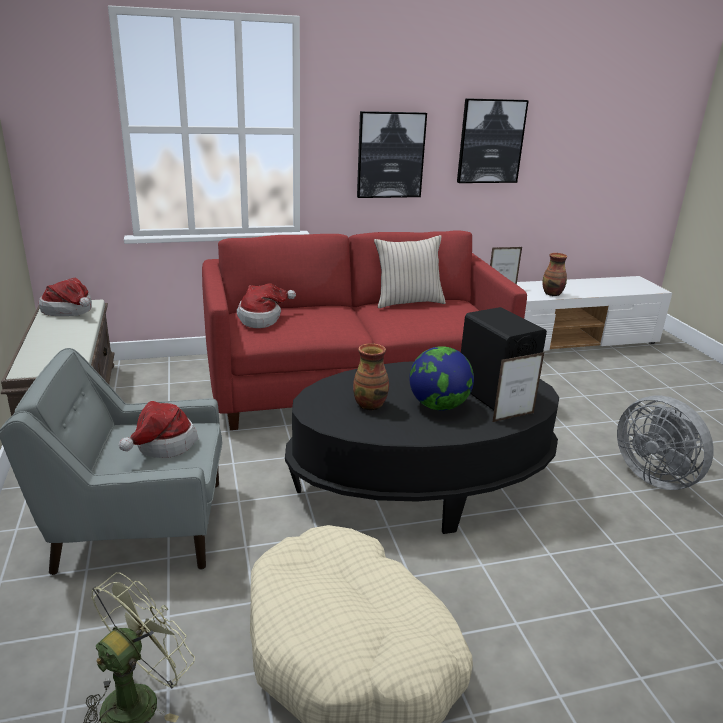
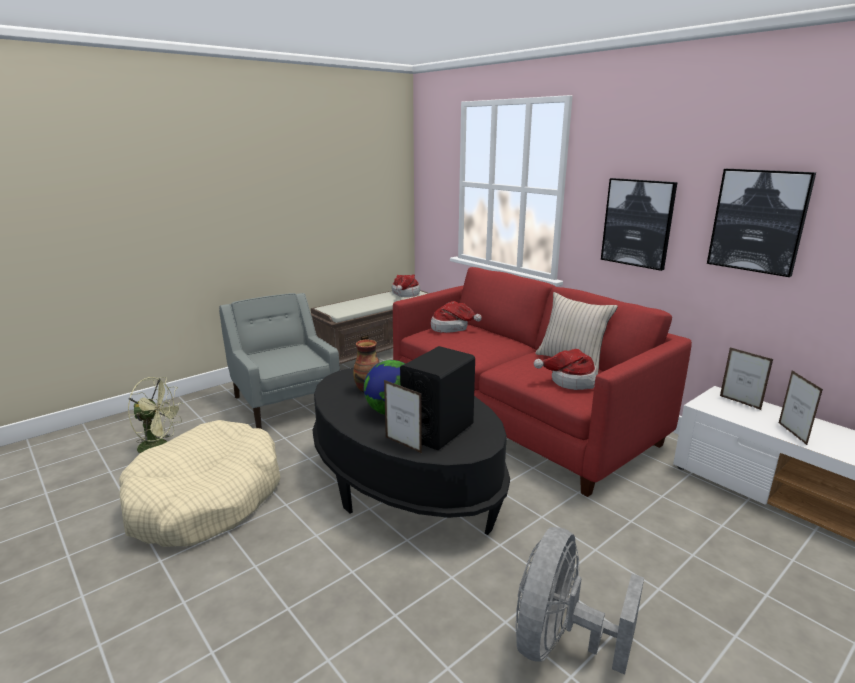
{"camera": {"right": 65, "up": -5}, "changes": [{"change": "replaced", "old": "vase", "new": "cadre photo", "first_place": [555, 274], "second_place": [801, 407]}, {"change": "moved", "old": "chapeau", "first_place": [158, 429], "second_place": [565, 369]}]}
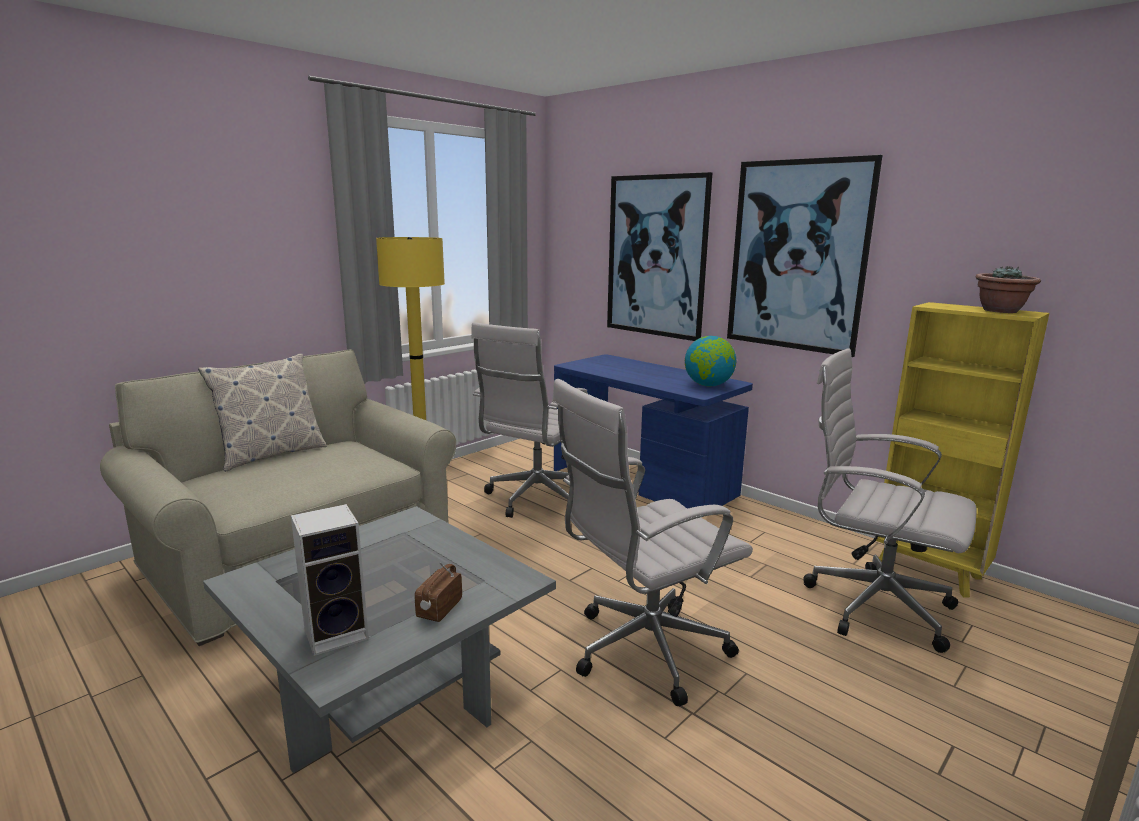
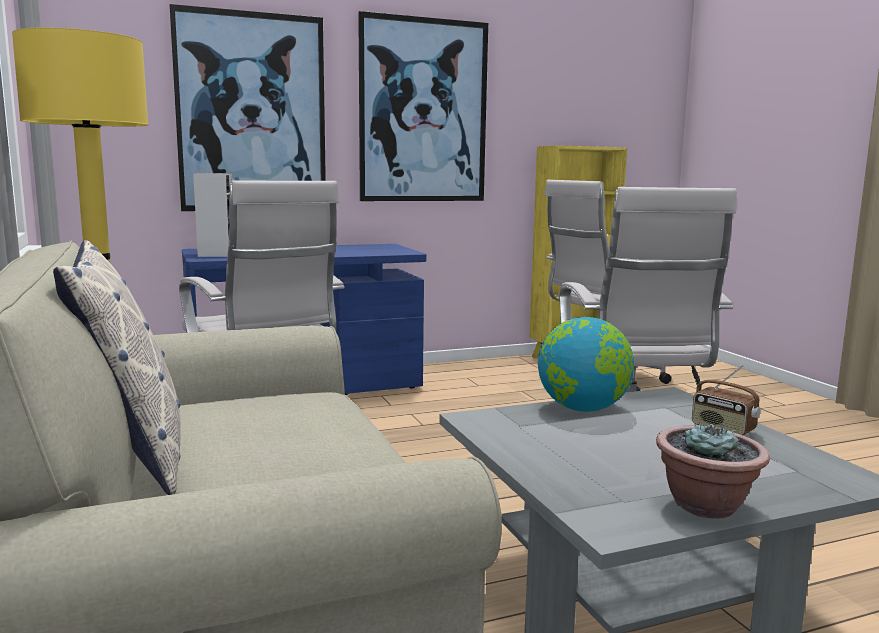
{"camera": {"right": -65, "up": -5}, "changes": [{"change": "moved", "old": "plante en pot", "first_place": [1008, 289], "second_place": [713, 470]}, {"change": "moved", "old": "globe", "first_place": [710, 361], "second_place": [586, 364]}, {"change": "moved", "old": "enceinte", "first_place": [330, 580], "second_place": [212, 215]}]}
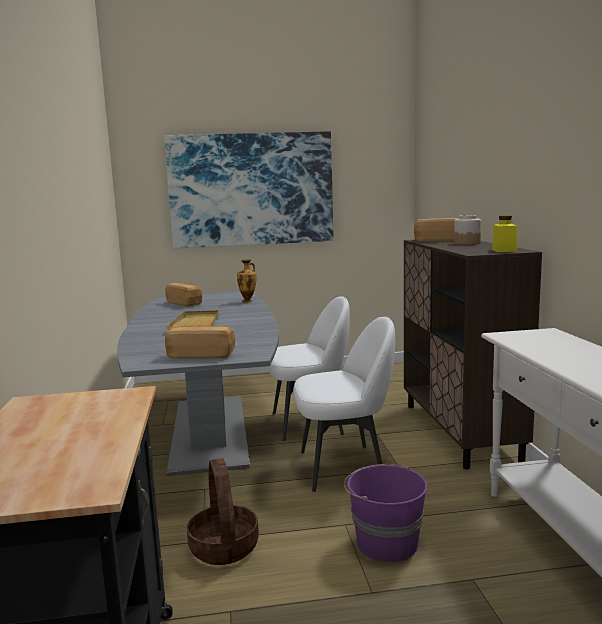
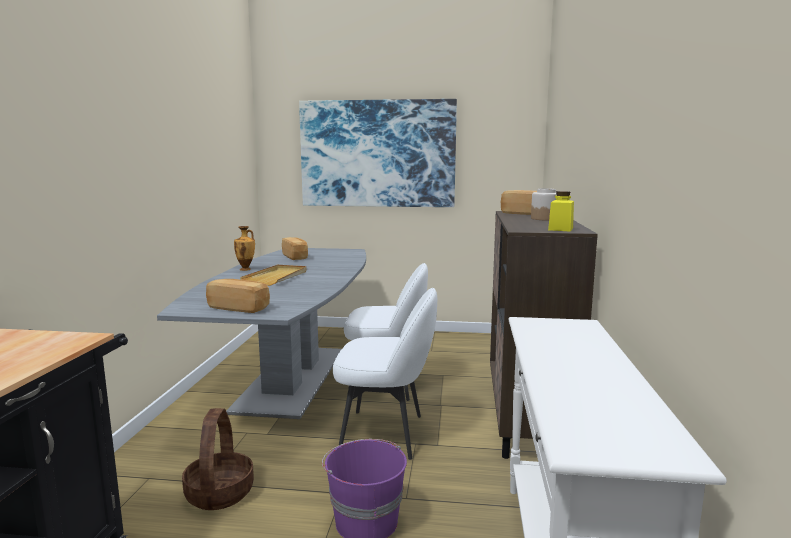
{"camera": {"right": 15, "up": 0}, "changes": [{"change": "moved", "old": "vase", "first_place": [247, 280], "second_place": [244, 248]}]}
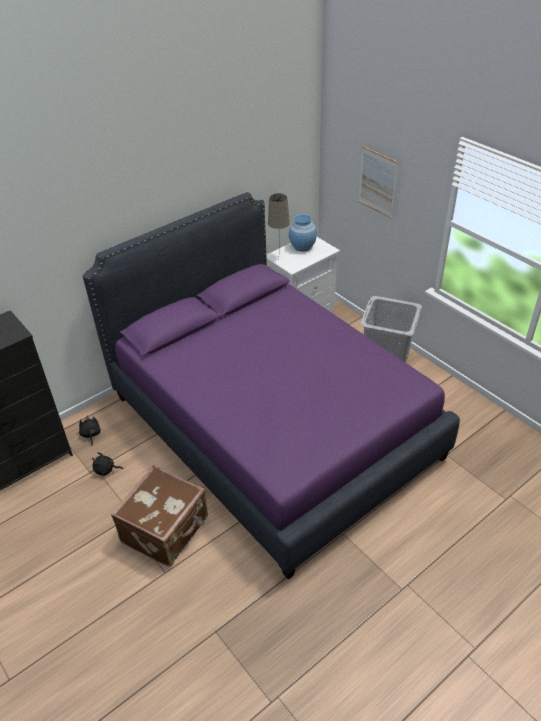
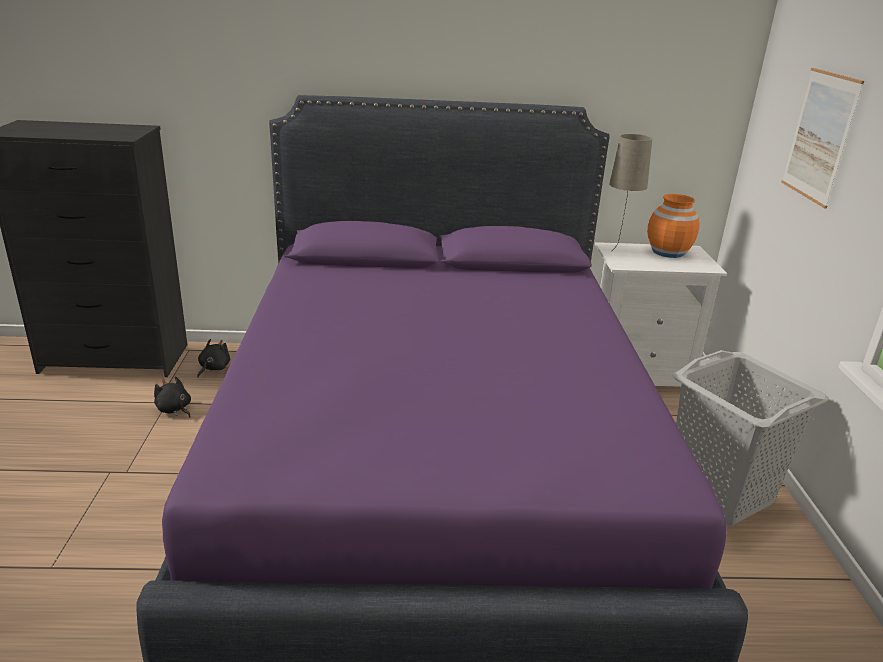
{"camera": {"right": 35, "up": -15}, "changes": [{"change": "recoloured", "old": "vase (bleu)", "new": "vase (orange)", "first_place": [303, 232], "second_place": [673, 226]}, {"change": "removed", "old": "valise (marron)", "first_place": [159, 516]}]}
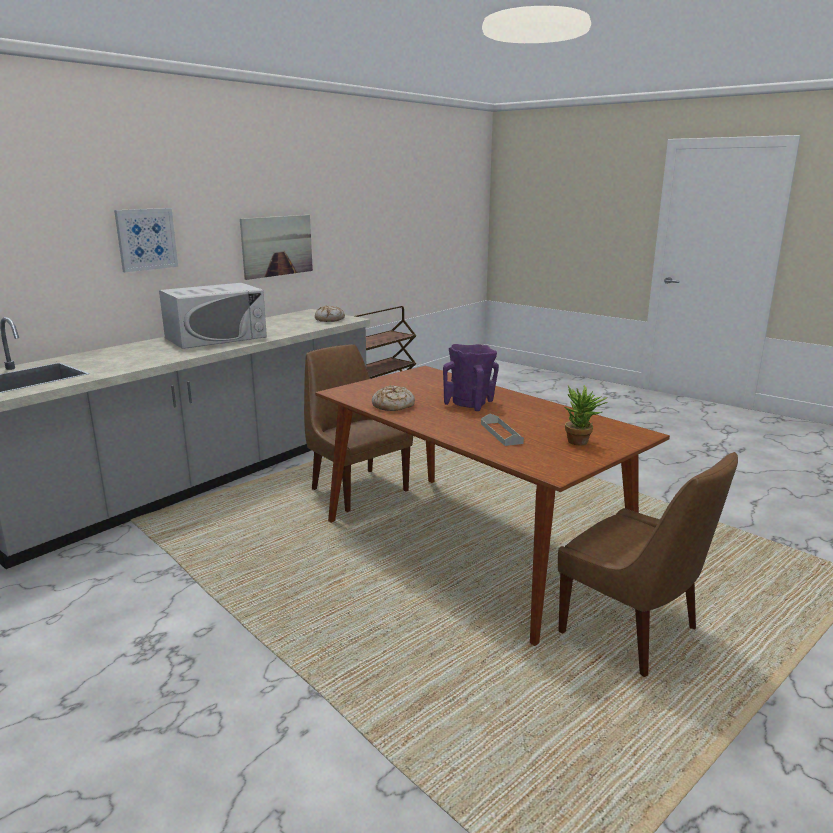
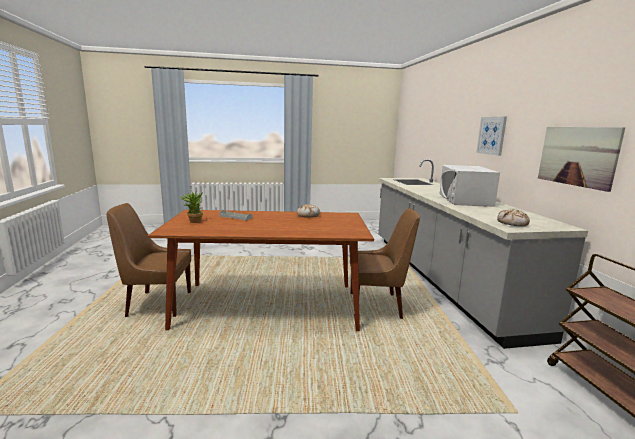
{"camera": {"right": 130, "up": -5}, "changes": [{"change": "removed", "old": "vase (violet)", "first_place": [471, 377]}]}
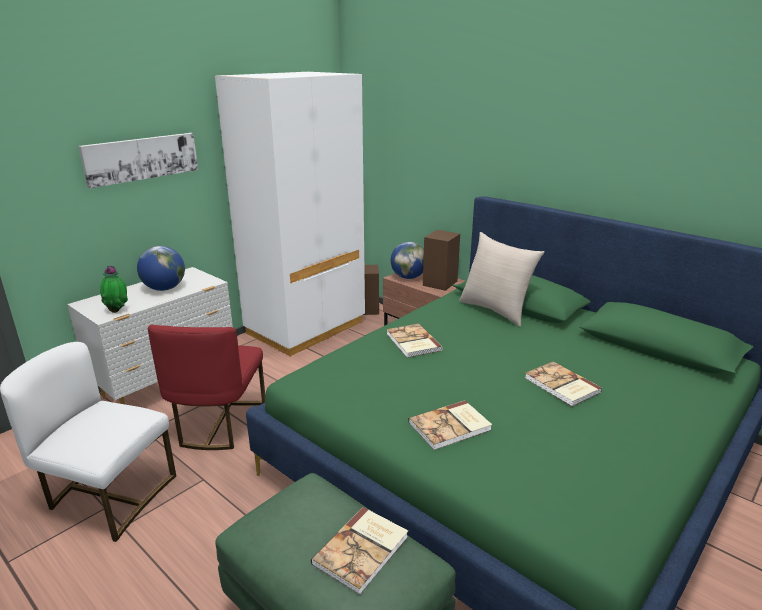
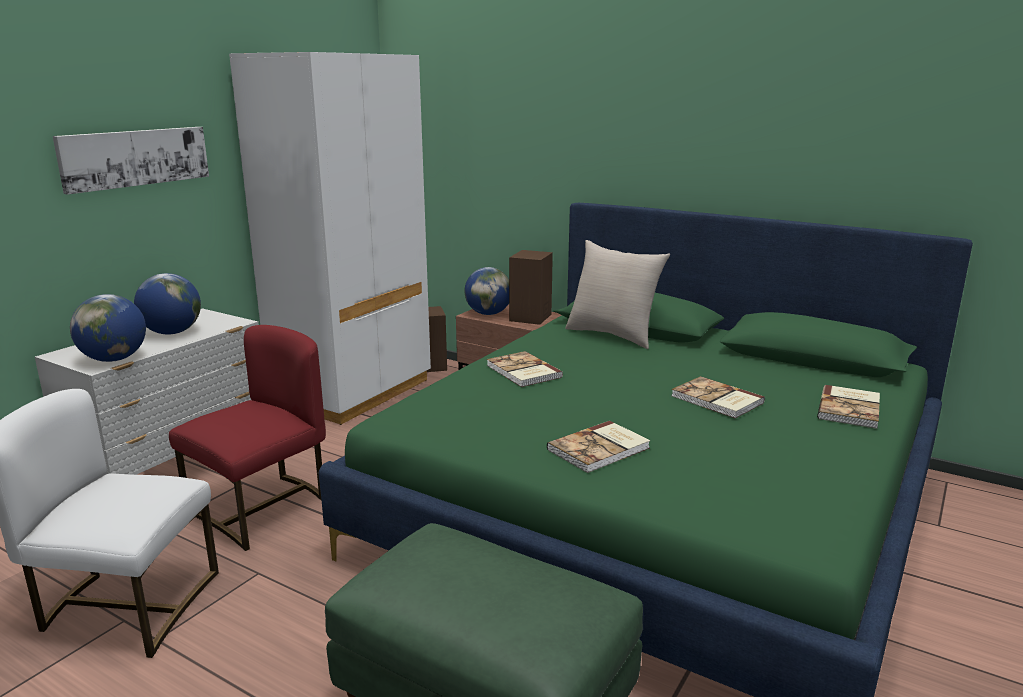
{"camera": {"right": -10, "up": -5}, "changes": [{"change": "replaced", "old": "plante en pot", "new": "globe", "first_place": [114, 289], "second_place": [108, 328]}, {"change": "turned", "old": "chaise (rouge)", "first_place": [206, 387], "second_place": [247, 438], "degrees": -135}, {"change": "moved", "old": "livre", "first_place": [359, 551], "second_place": [848, 407]}]}
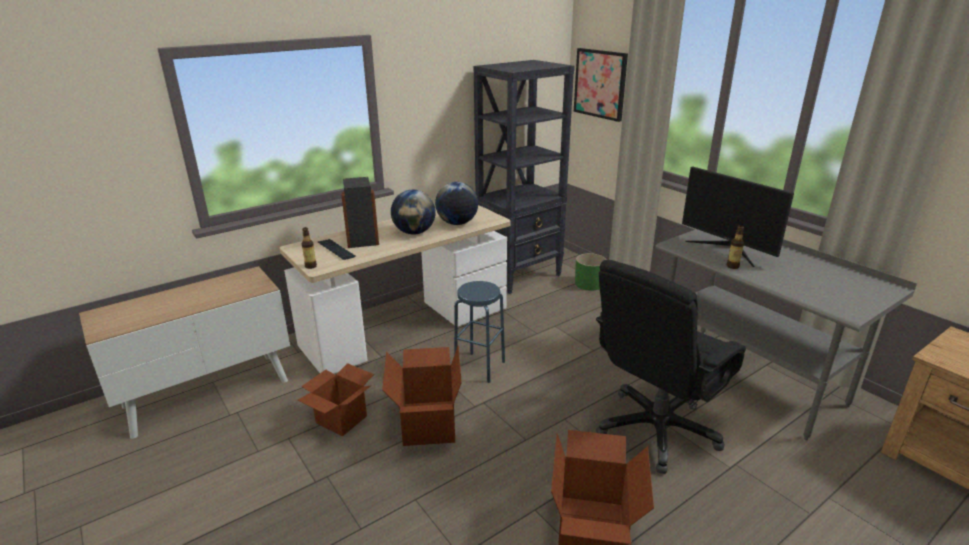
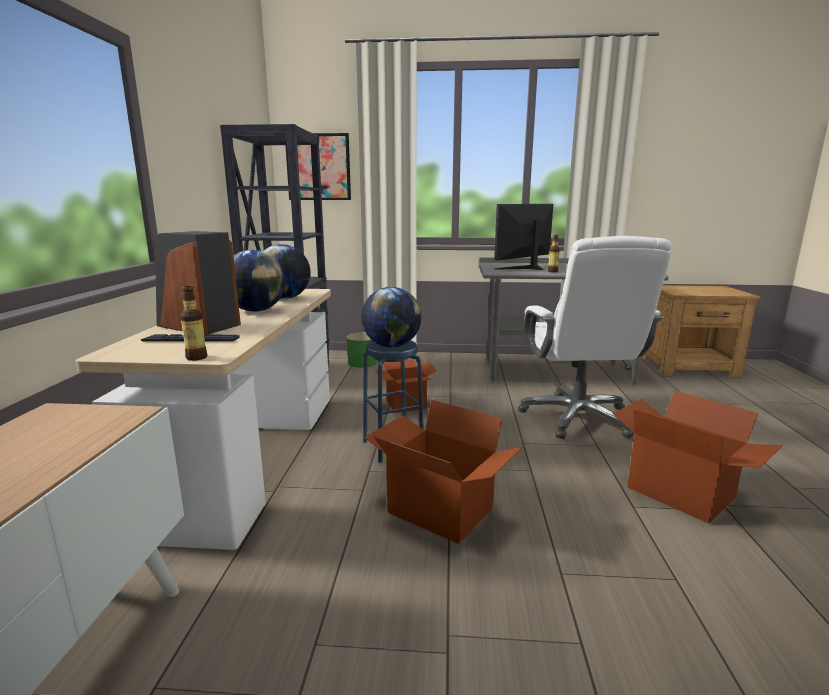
{"camera": {"right": -50, "up": -10}, "changes": [{"change": "turned", "old": "écran d'ordinateur", "first_place": [738, 217], "second_place": [523, 237], "degrees": 135}, {"change": "recoloured", "old": "chaise de bureau (noir)", "new": "chaise de bureau (blanc)", "first_place": [671, 367], "second_place": [595, 337]}, {"change": "moved", "old": "carton", "first_place": [335, 399], "second_place": [406, 386]}, {"change": "added", "new": "globe", "second_place": [391, 317]}]}
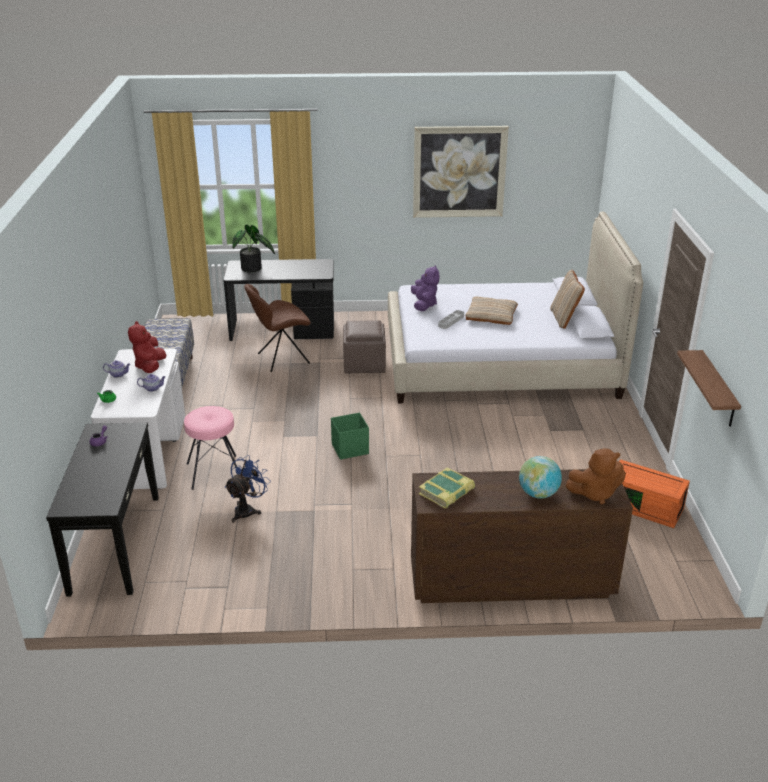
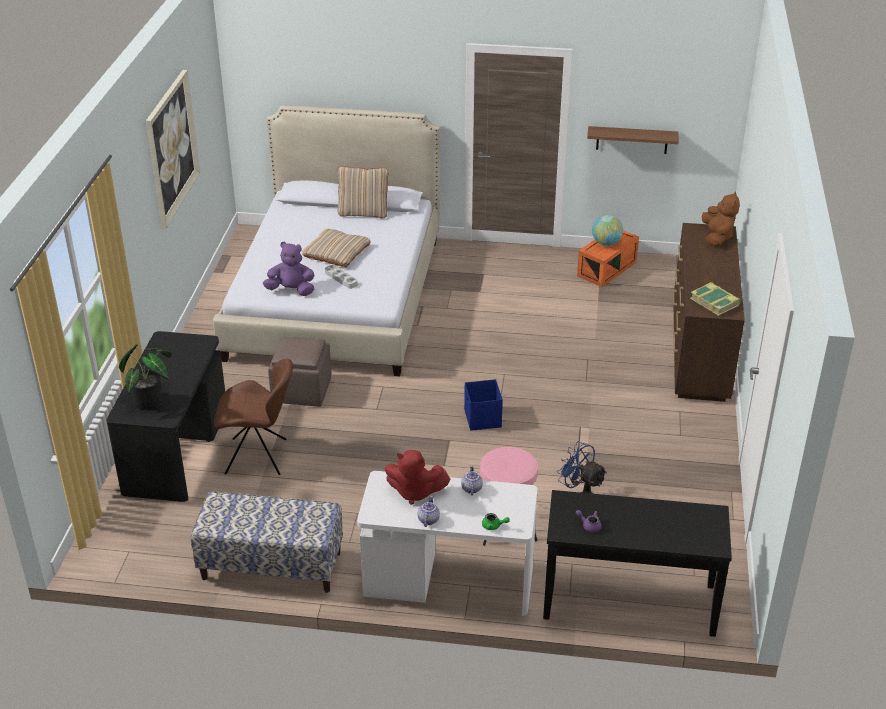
{"camera": {"right": -80, "up": 5}, "changes": [{"change": "turned", "old": "chaise (marron)", "first_place": [277, 328], "second_place": [253, 417], "degrees": -75}, {"change": "recoloured", "old": "boîte de rangement (vert)", "new": "boîte de rangement (bleu)", "first_place": [350, 436], "second_place": [483, 405]}, {"change": "moved", "old": "globe", "first_place": [540, 477], "second_place": [607, 230]}]}
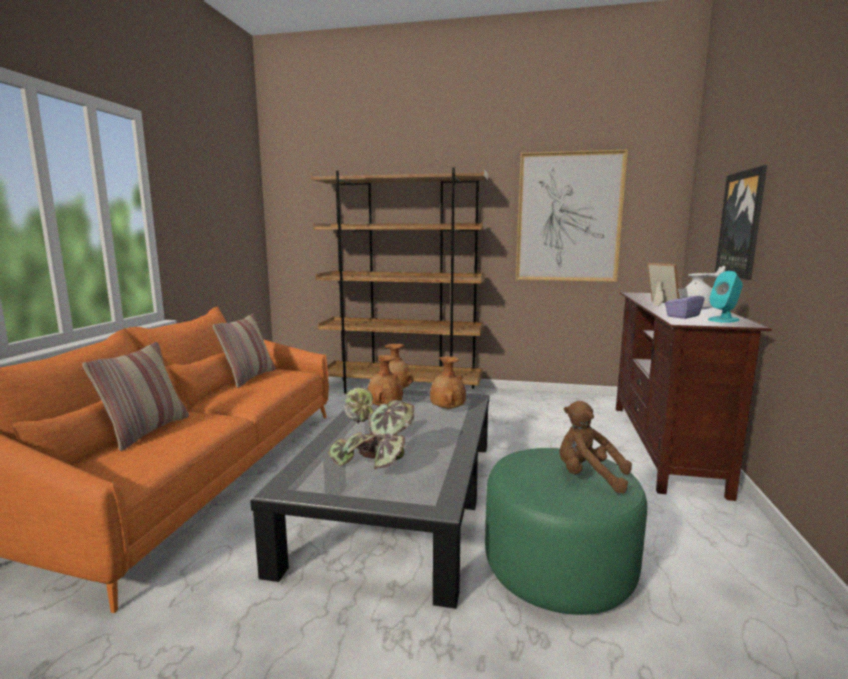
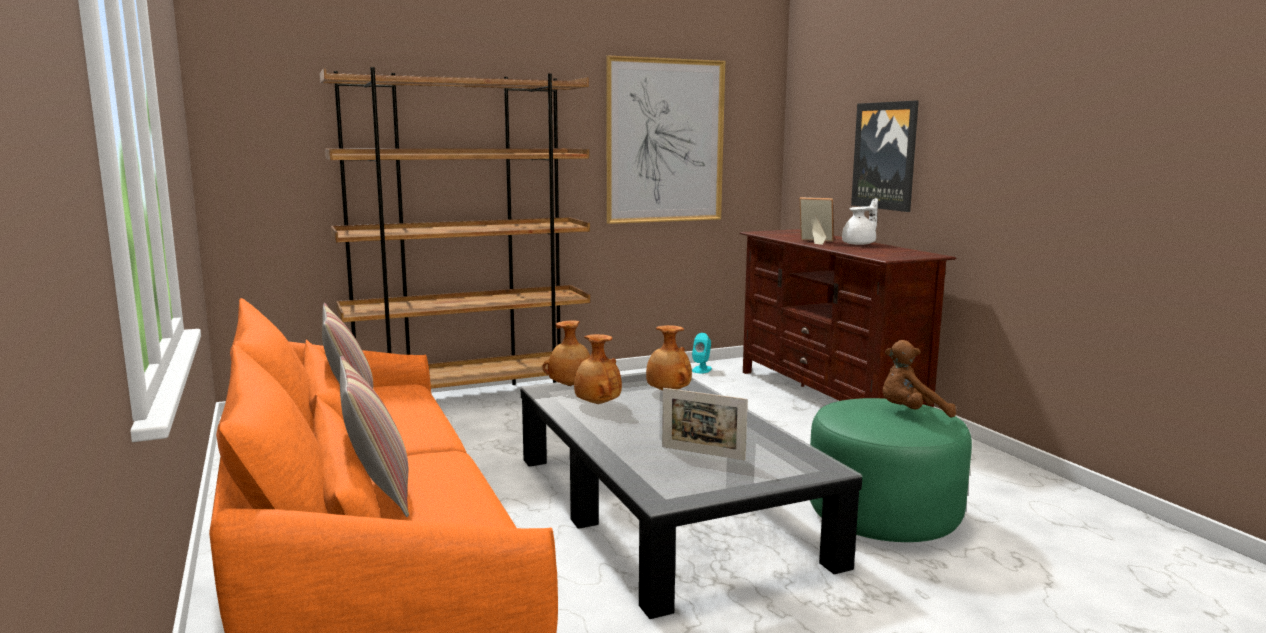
{"camera": {"right": -35, "up": 0}, "changes": [{"change": "moved", "old": "enceinte (turquoise)", "first_place": [725, 297], "second_place": [702, 353]}, {"change": "removed", "old": "boîte à mouchoirs (violet)", "first_place": [684, 303]}, {"change": "replaced", "old": "plante en pot", "new": "cadre photo", "first_place": [371, 428], "second_place": [705, 424]}]}
